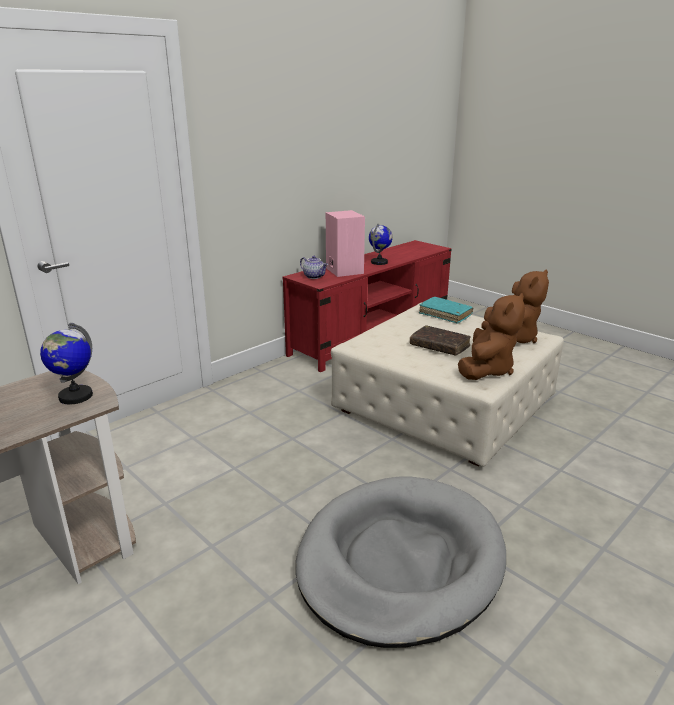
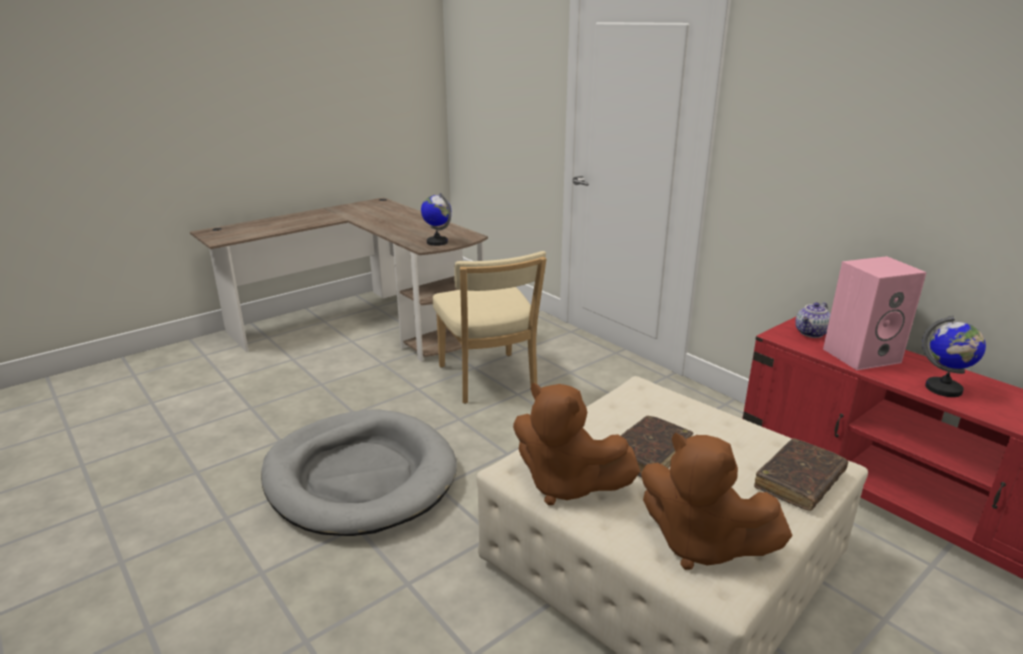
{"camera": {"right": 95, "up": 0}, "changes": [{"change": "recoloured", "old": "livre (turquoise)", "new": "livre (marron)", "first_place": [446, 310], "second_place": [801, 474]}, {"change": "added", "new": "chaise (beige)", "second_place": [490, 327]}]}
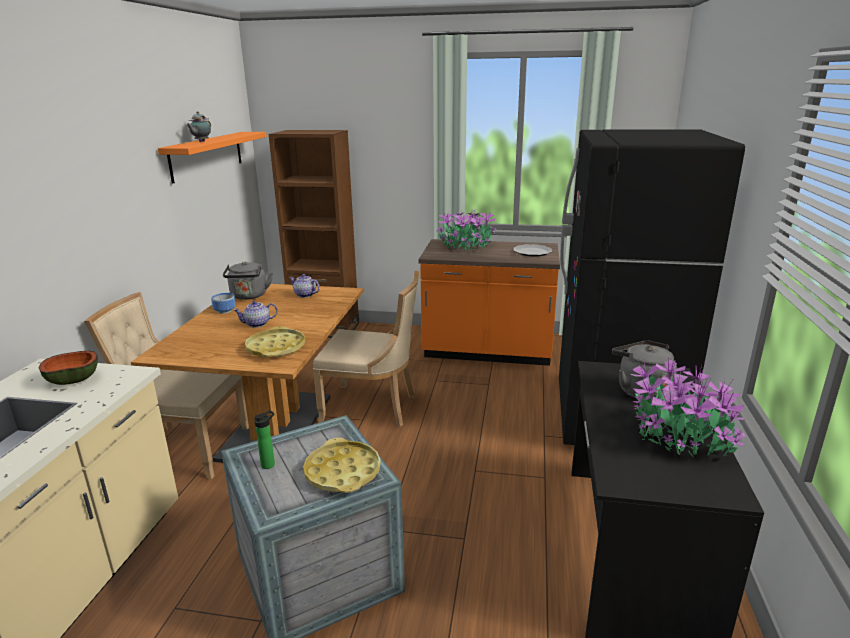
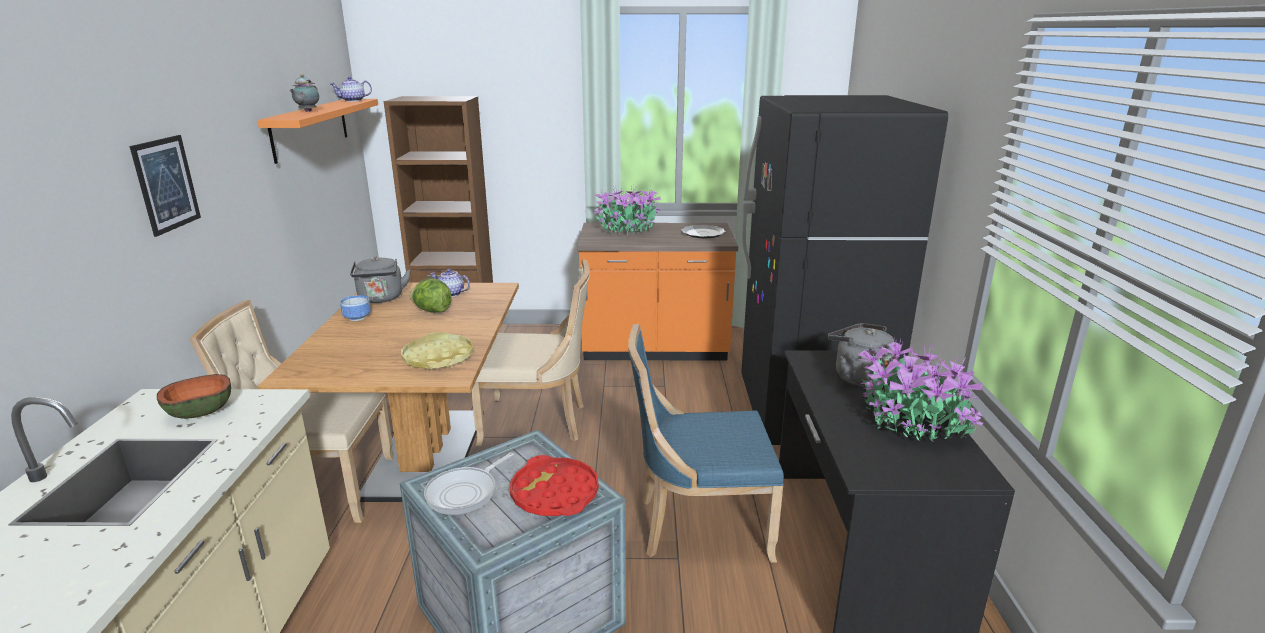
{"camera": {"right": -10, "up": 0}, "changes": [{"change": "moved", "old": "théière", "first_place": [255, 314], "second_place": [351, 89]}, {"change": "replaced", "old": "bouteille", "new": "poêle", "first_place": [264, 439], "second_place": [469, 484]}, {"change": "recoloured", "old": "plateau (jaune)", "new": "plateau (rouge)", "first_place": [342, 465], "second_place": [554, 485]}, {"change": "added", "new": "tableau", "second_place": [165, 186]}, {"change": "added", "new": "laitue", "second_place": [431, 295]}, {"change": "added", "new": "chaise (bleu)", "second_place": [706, 443]}]}
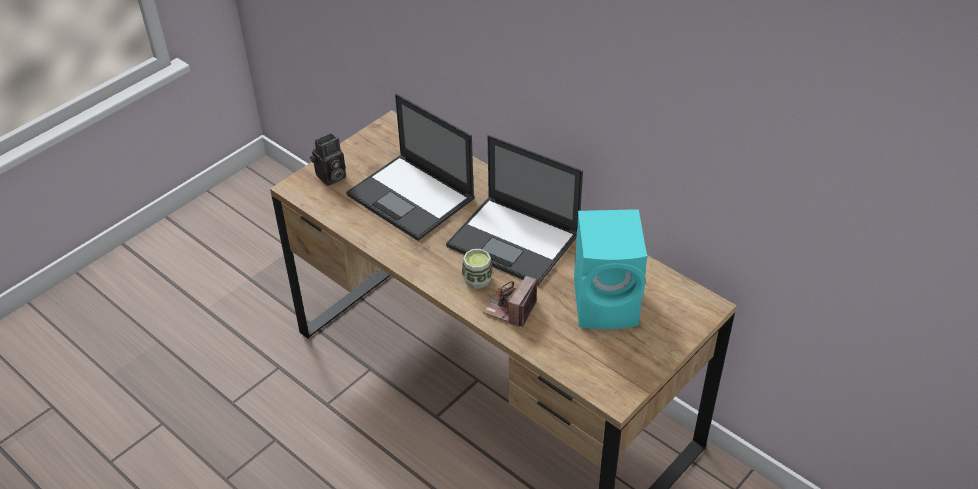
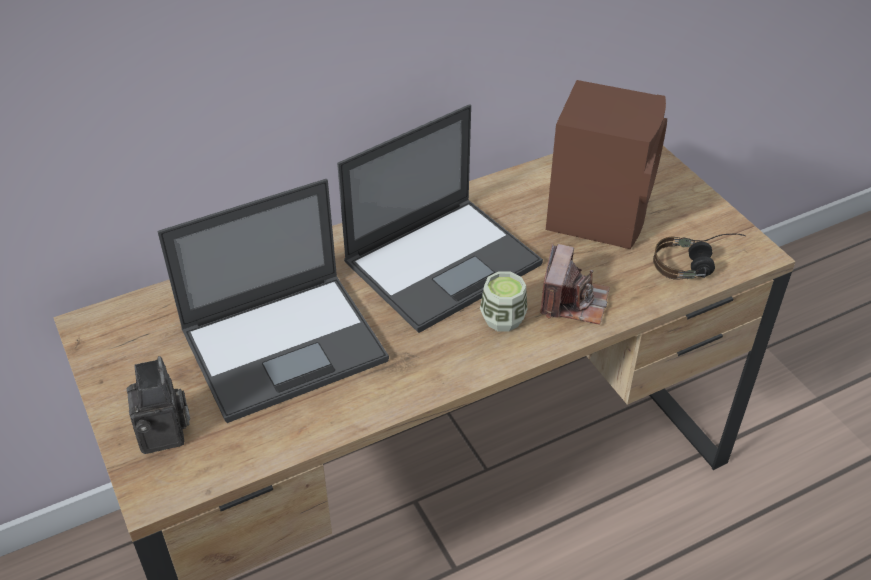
{"camera": {"right": -70, "up": 0}, "changes": [{"change": "recoloured", "old": "enceinte (turquoise)", "new": "enceinte (marron)", "first_place": [610, 269], "second_place": [606, 164]}, {"change": "turned", "old": "appareil photo", "first_place": [510, 302], "second_place": [575, 284], "degrees": -120}, {"change": "added", "new": "casque audio", "second_place": [699, 256]}]}
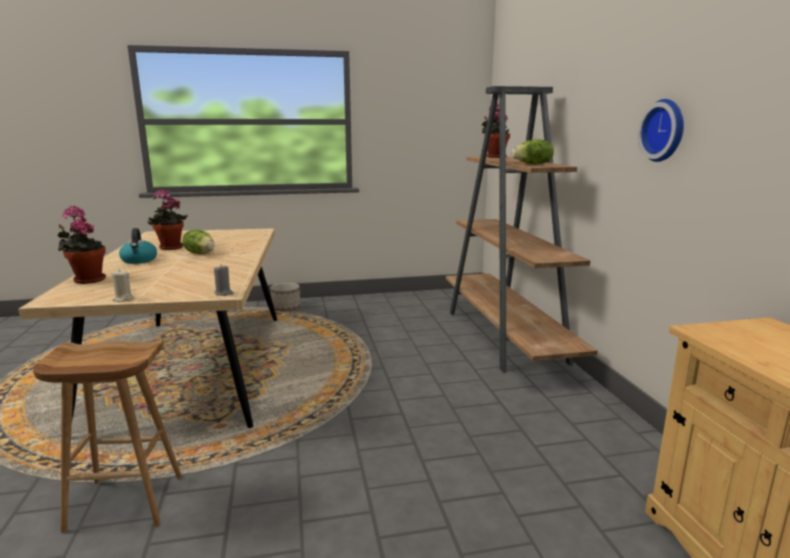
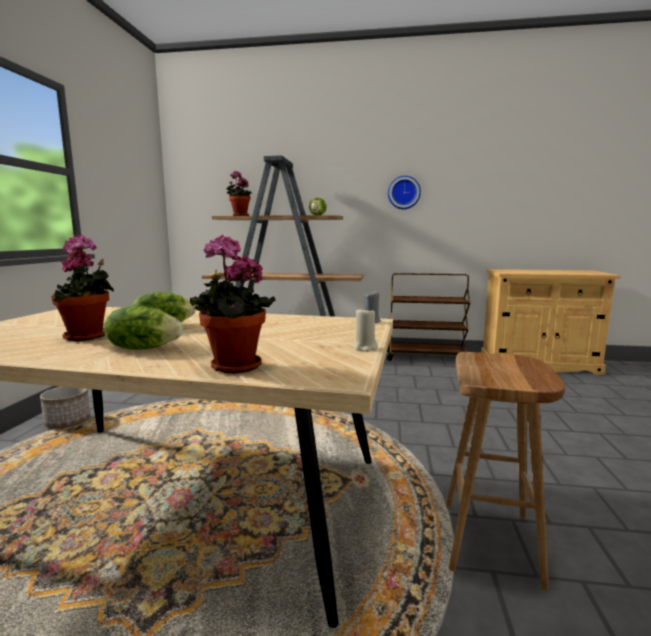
{"camera": {"right": -70, "up": -5}, "changes": [{"change": "replaced", "old": "bouilloire", "new": "laitue", "first_place": [138, 246], "second_place": [143, 328]}, {"change": "added", "new": "chariot (marron)", "second_place": [428, 317]}]}
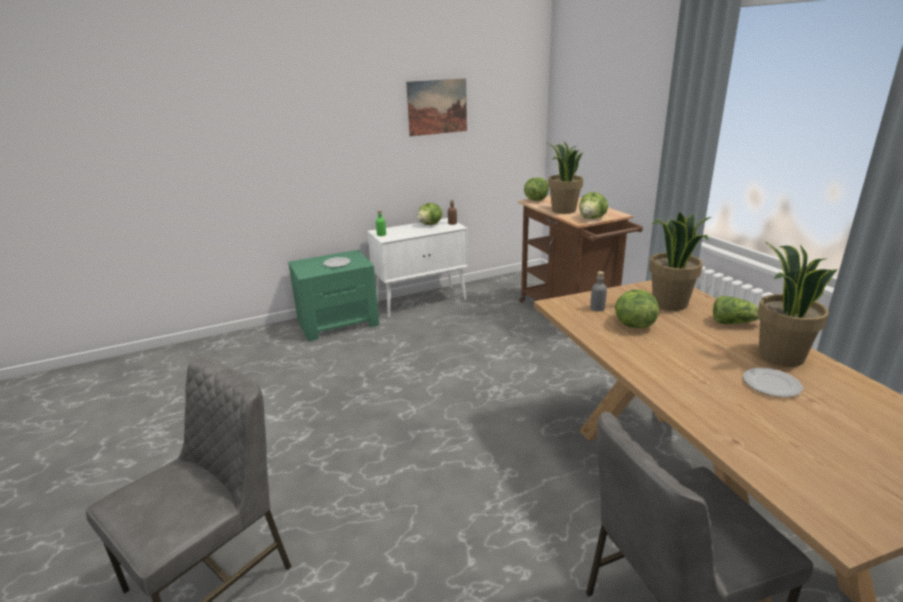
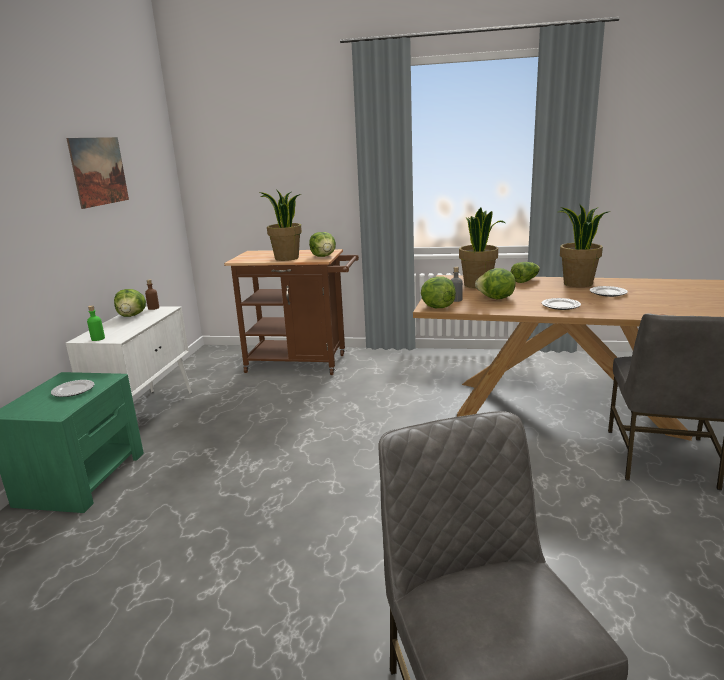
{"camera": {"right": -55, "up": -5}, "changes": [{"change": "moved", "old": "laitue", "first_place": [536, 189], "second_place": [438, 292]}, {"change": "added", "new": "assiette", "second_place": [561, 304]}]}
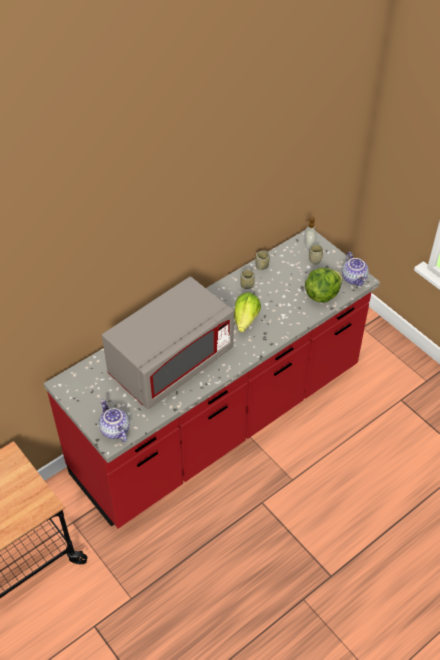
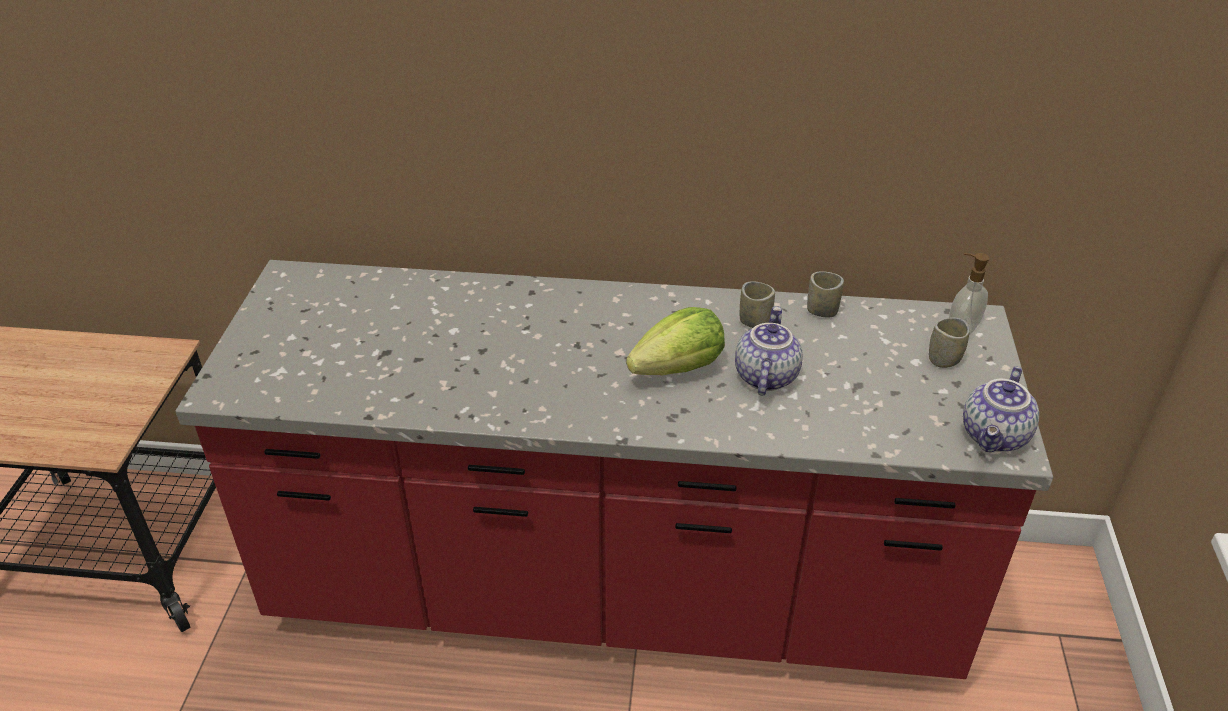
{"camera": {"right": 45, "up": -10}, "changes": [{"change": "removed", "old": "laitue", "first_place": [324, 285]}, {"change": "removed", "old": "micro-ondes (gris)", "first_place": [168, 342]}, {"change": "moved", "old": "théière", "first_place": [114, 421], "second_place": [769, 350]}]}
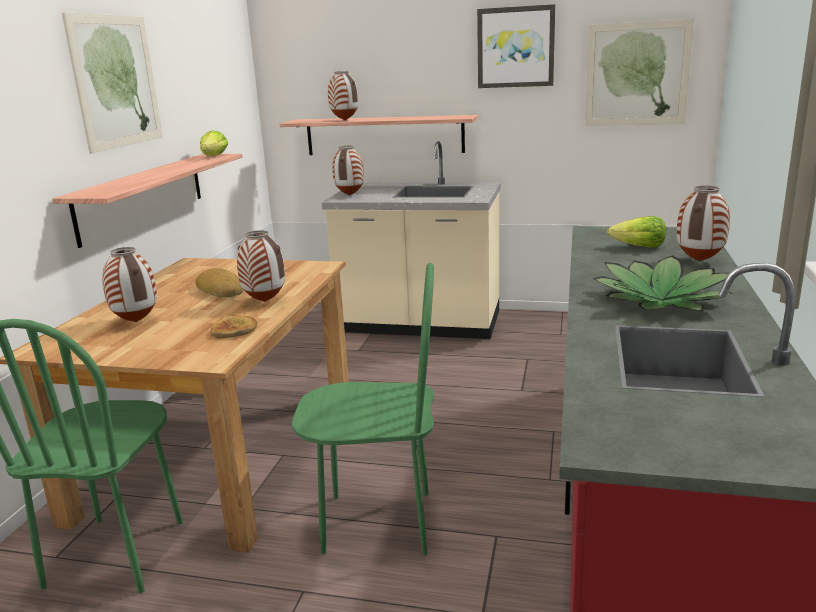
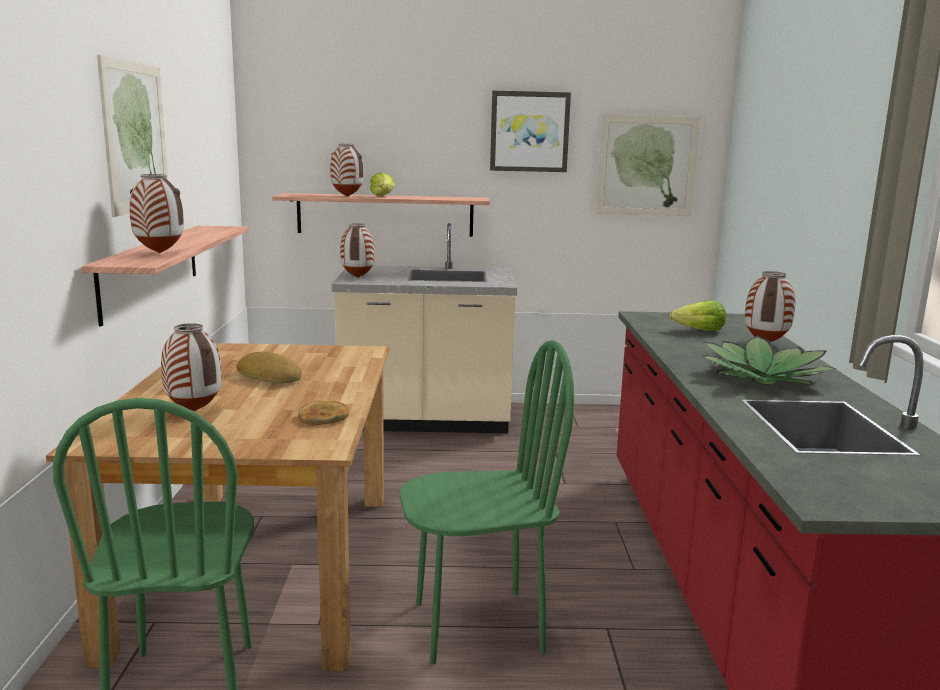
{"camera": {"right": -15, "up": -5}, "changes": [{"change": "moved", "old": "laitue", "first_place": [214, 143], "second_place": [382, 184]}, {"change": "moved", "old": "vase", "first_place": [261, 266], "second_place": [156, 213]}]}
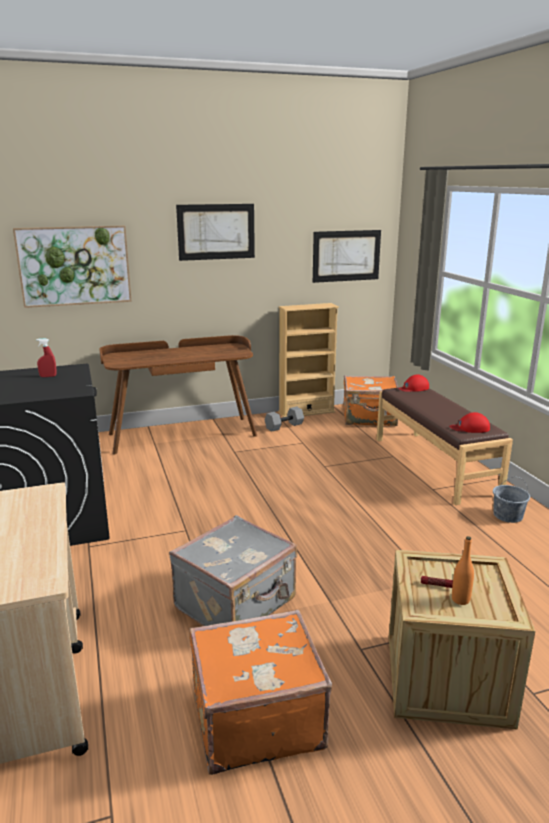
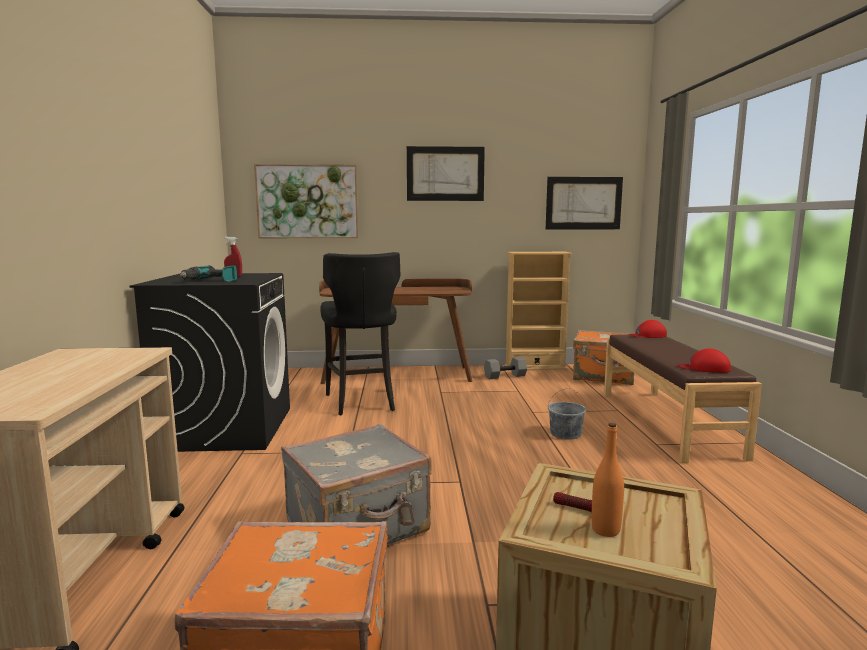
{"camera": {"right": 15, "up": -10}, "changes": [{"change": "moved", "old": "seau (gris)", "first_place": [511, 500], "second_place": [567, 414]}, {"change": "added", "new": "tabouret (noir)", "second_place": [360, 333]}, {"change": "added", "new": "perceuse", "second_place": [208, 273]}]}
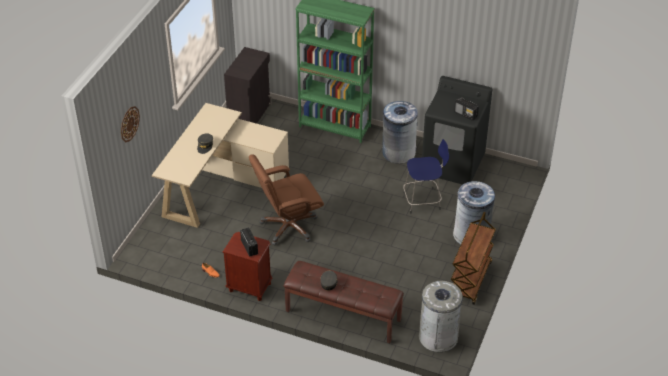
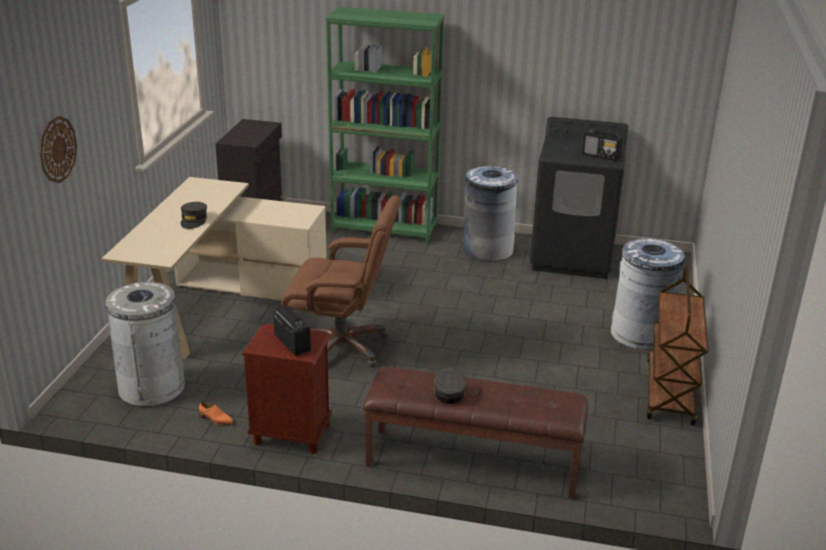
{"camera": {"right": -10, "up": -15}, "changes": [{"change": "removed", "old": "tabouret (bleu)", "first_place": [426, 176]}, {"change": "turned", "old": "chaise de bureau (marron)", "first_place": [286, 199], "second_place": [341, 281], "degrees": -135}, {"change": "moved", "old": "poubelle (gris)", "first_place": [441, 316], "second_place": [145, 344]}]}
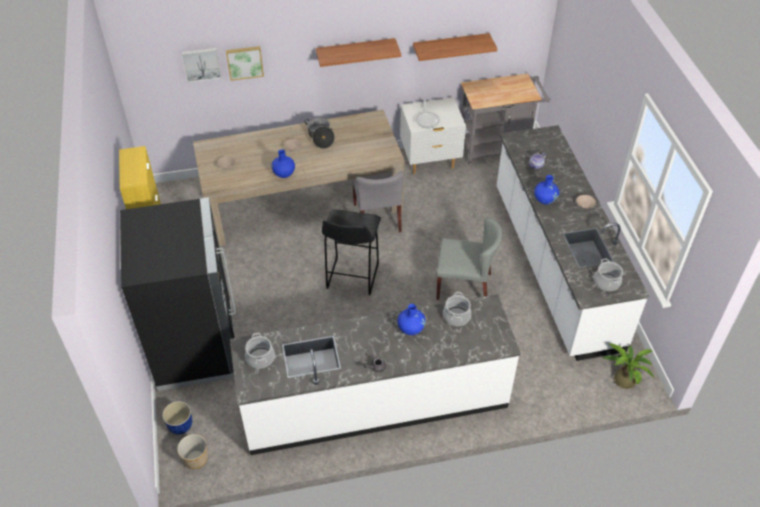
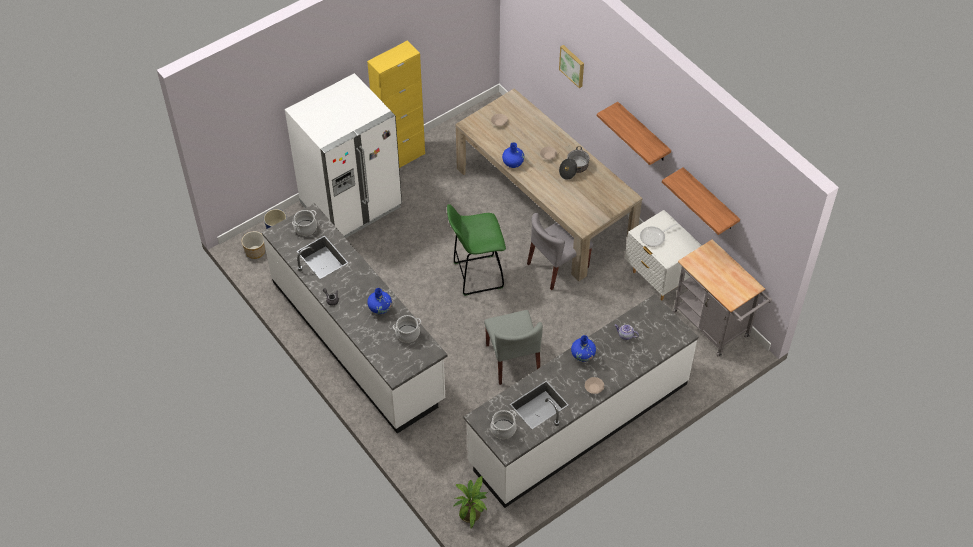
{"camera": {"right": 65, "up": 5}, "changes": [{"change": "removed", "old": "tableau", "first_place": [202, 65]}, {"change": "recoloured", "old": "réfrigérateur (noir)", "new": "réfrigérateur (blanc)", "first_place": [178, 294], "second_place": [343, 155]}, {"change": "recoloured", "old": "tabouret (noir)", "new": "tabouret (vert)", "first_place": [351, 252], "second_place": [476, 250]}]}
